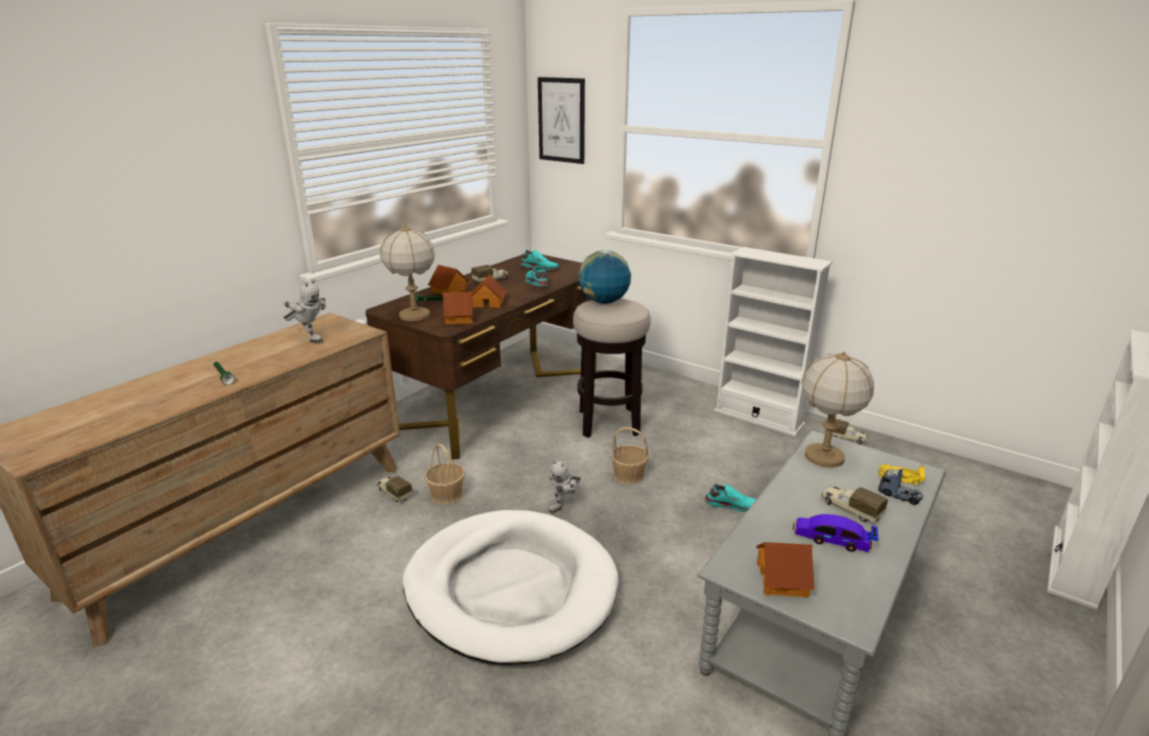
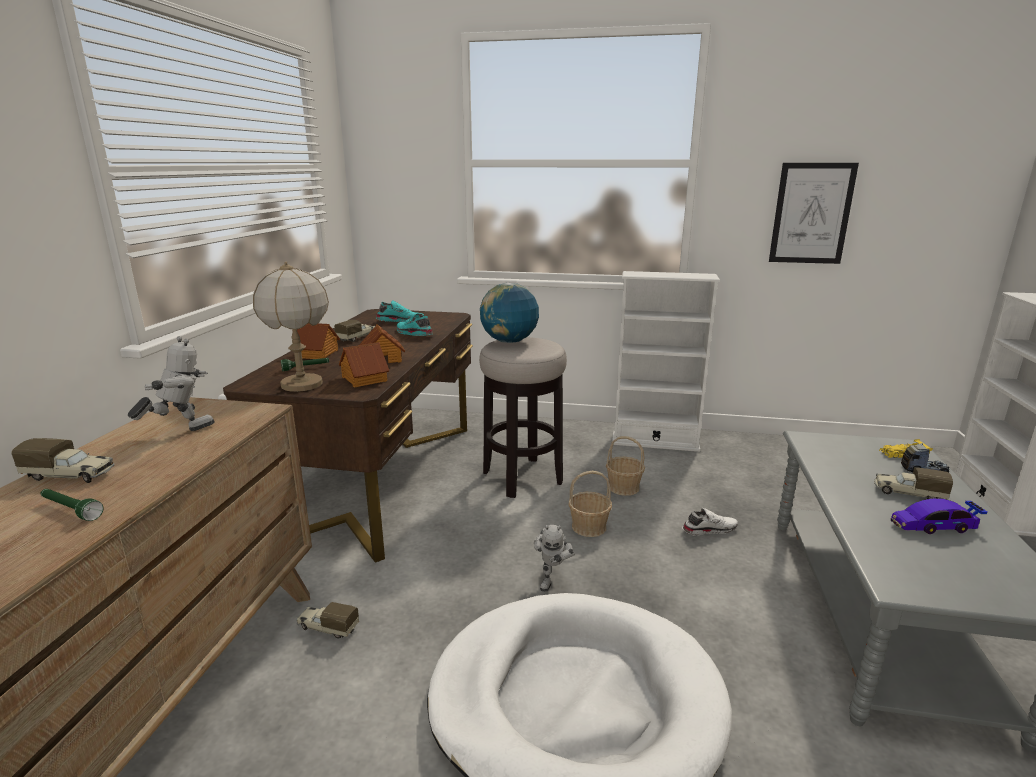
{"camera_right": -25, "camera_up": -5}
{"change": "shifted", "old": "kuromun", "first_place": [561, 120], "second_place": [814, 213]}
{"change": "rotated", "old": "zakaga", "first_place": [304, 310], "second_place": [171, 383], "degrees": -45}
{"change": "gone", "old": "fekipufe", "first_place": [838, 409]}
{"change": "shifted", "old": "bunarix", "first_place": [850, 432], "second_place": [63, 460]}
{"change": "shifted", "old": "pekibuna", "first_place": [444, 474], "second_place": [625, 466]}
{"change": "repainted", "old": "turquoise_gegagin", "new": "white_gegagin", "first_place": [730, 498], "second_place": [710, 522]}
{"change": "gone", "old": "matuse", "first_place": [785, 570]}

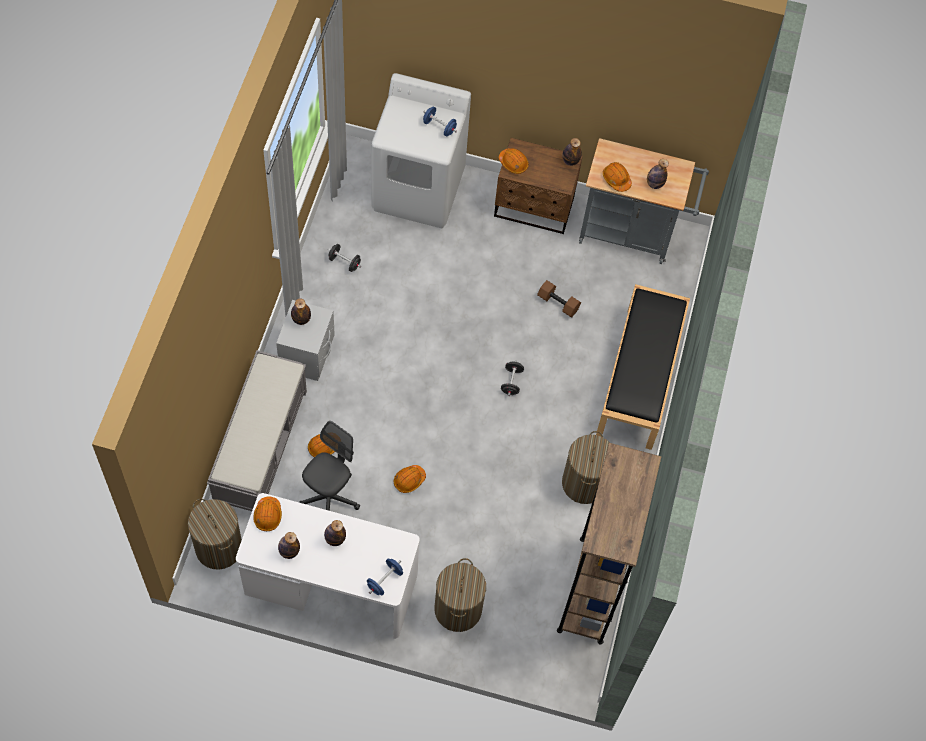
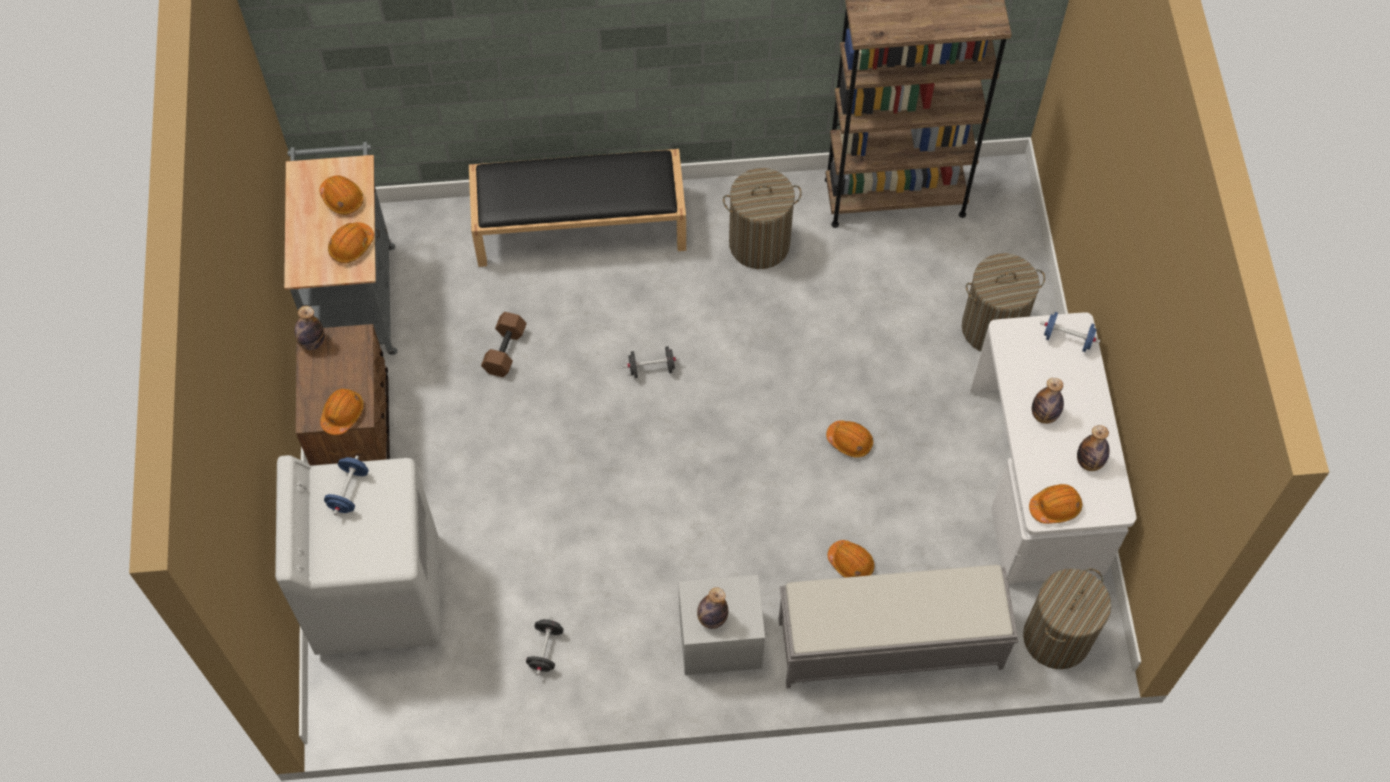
{"camera_right": -105, "camera_up": 0}
{"change": "swapped", "old": "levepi", "new": "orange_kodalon", "first_place": [658, 174], "second_place": [341, 195]}
{"change": "gone", "old": "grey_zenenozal", "first_place": [329, 466]}

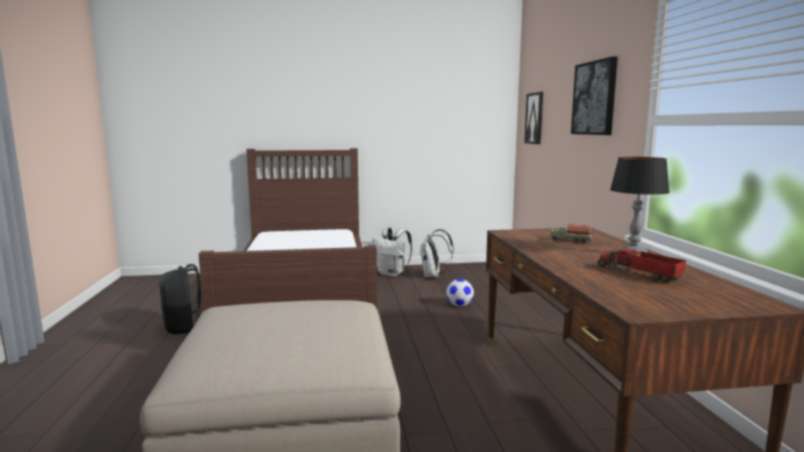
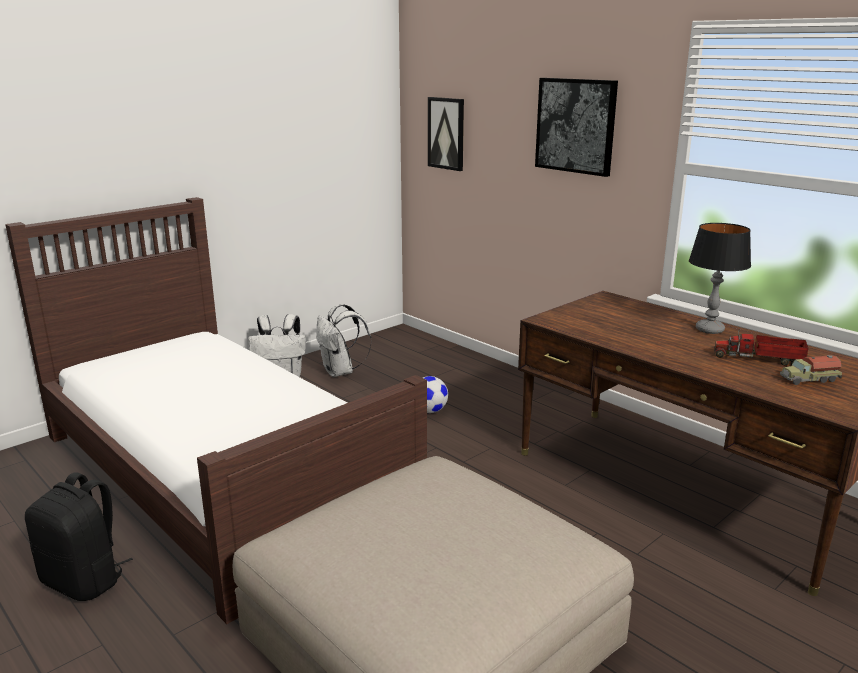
{"camera_right": -35, "camera_up": 10}
{"change": "shifted", "old": "bunarix", "first_place": [571, 233], "second_place": [811, 370]}

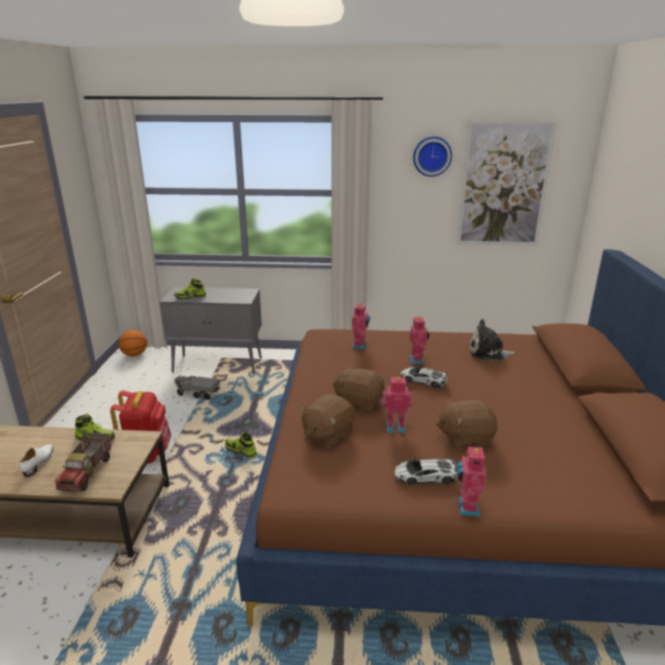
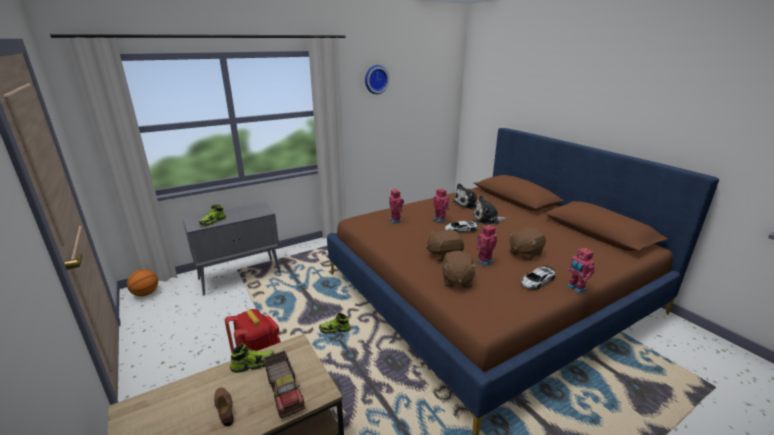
{"camera_right": -35, "camera_up": 0}
{"change": "gone", "old": "kuromun", "first_place": [506, 183]}
{"change": "gone", "old": "bunarix", "first_place": [197, 387]}
{"change": "repainted", "old": "white_gegagin", "new": "brown_gegagin", "first_place": [36, 460], "second_place": [224, 406]}
{"change": "new", "new": "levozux", "second_place": [490, 210]}

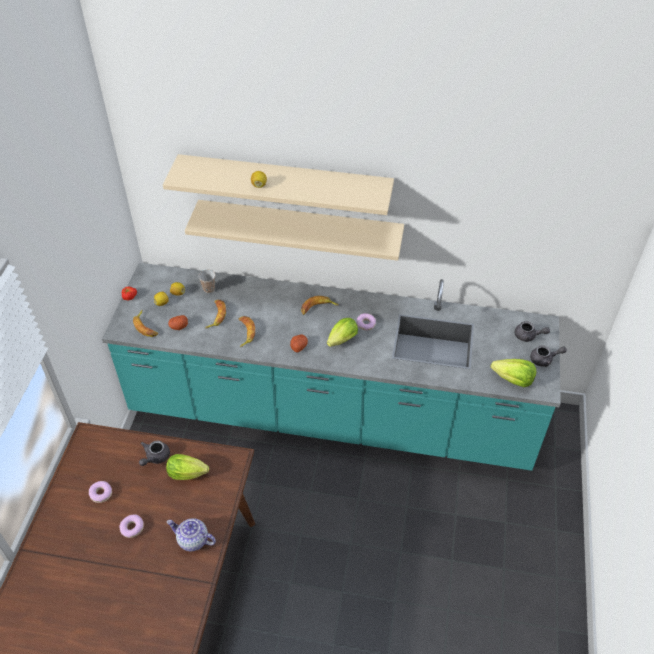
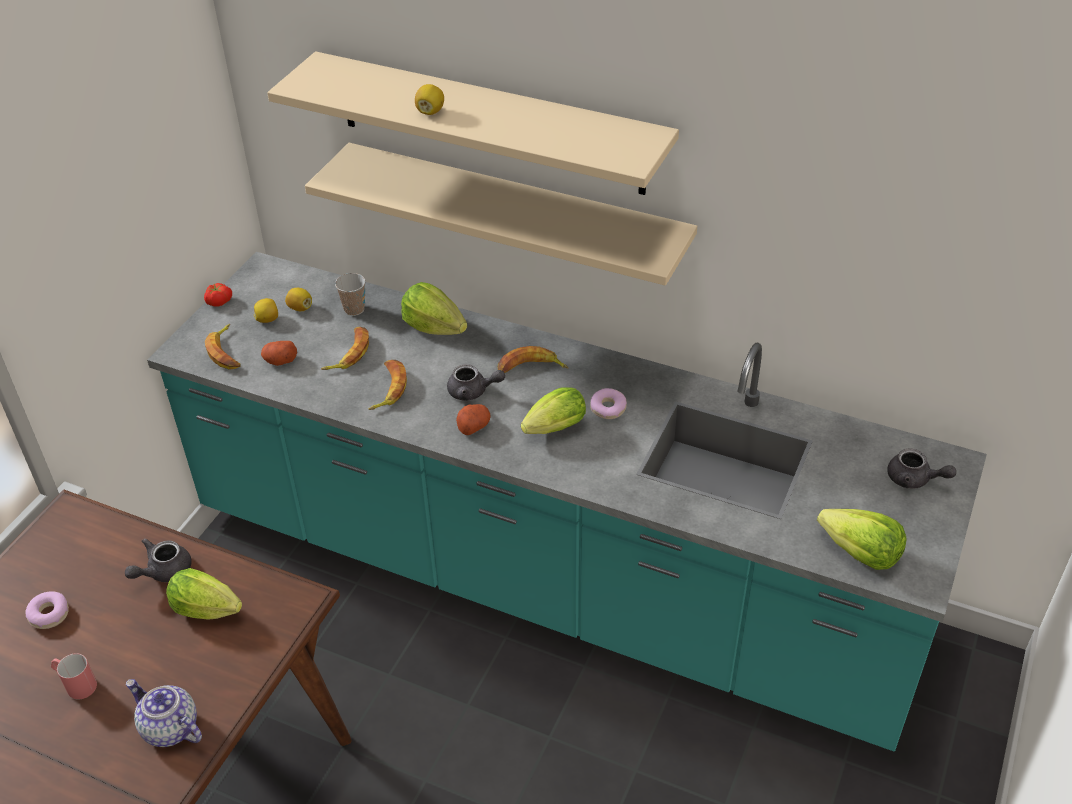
{"camera_right": 15, "camera_up": -5}
{"change": "shifted", "old": "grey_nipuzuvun", "first_place": [548, 356], "second_place": [476, 382]}
{"change": "swapped", "old": "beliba", "new": "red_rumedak", "first_place": [132, 526], "second_place": [74, 676]}
{"change": "new", "new": "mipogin", "second_place": [434, 308]}

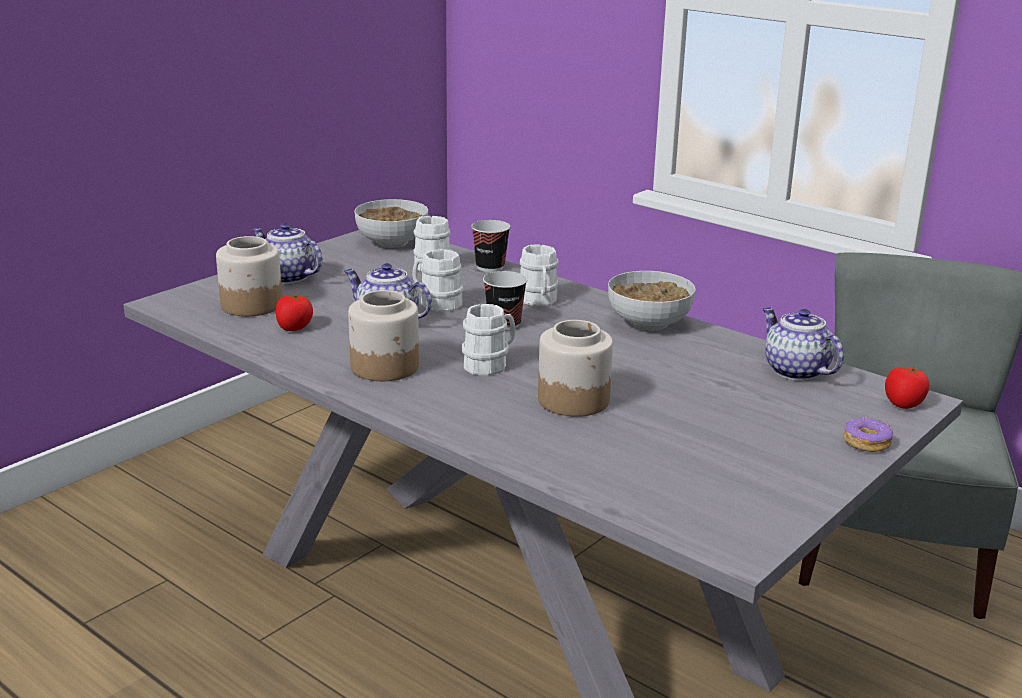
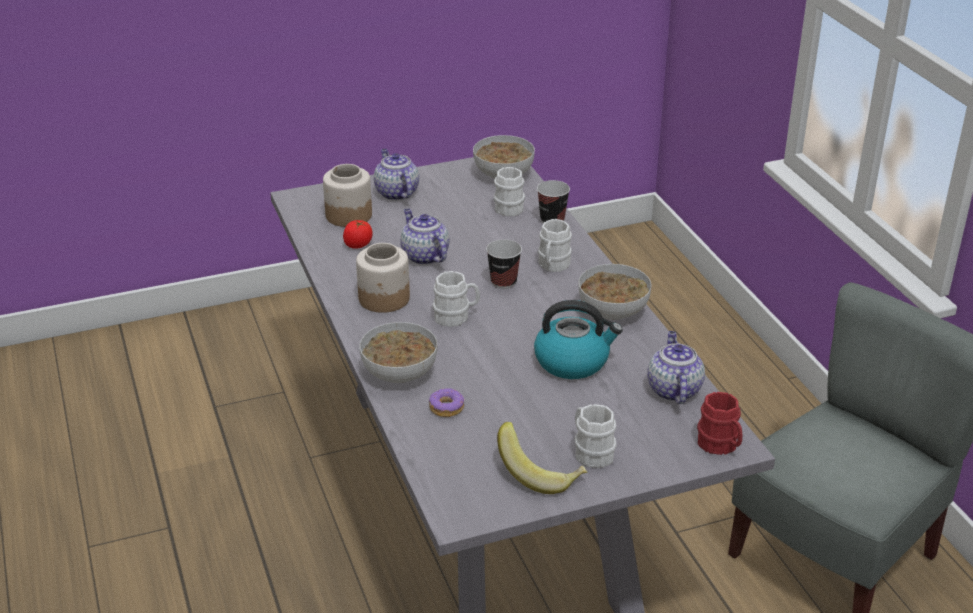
{"camera_right": 30, "camera_up": 10}
{"change": "shifted", "old": "white_rumedak", "first_place": [437, 280], "second_place": [596, 436]}
{"change": "gone", "old": "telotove", "first_place": [575, 368]}
{"change": "swapped", "old": "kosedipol", "new": "red_rumedak", "first_place": [907, 387], "second_place": [719, 423]}
{"change": "shifted", "old": "beliba", "first_place": [868, 434], "second_place": [447, 402]}
{"change": "new", "new": "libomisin", "second_place": [578, 339]}
{"change": "new", "new": "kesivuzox", "second_place": [398, 352]}
{"change": "new", "new": "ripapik", "second_place": [542, 458]}

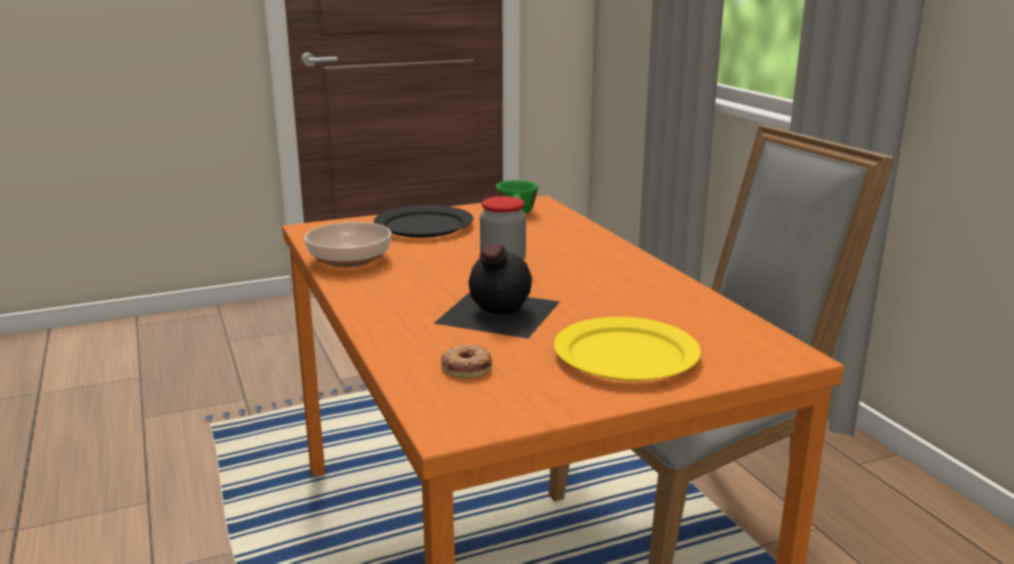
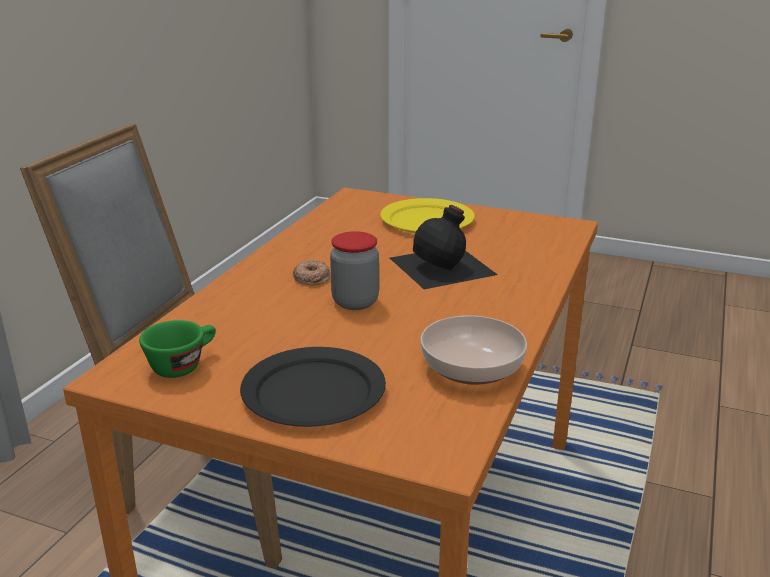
{"camera_right": -135, "camera_up": 5}
{"change": "shifted", "old": "beliba", "first_place": [467, 361], "second_place": [311, 273]}

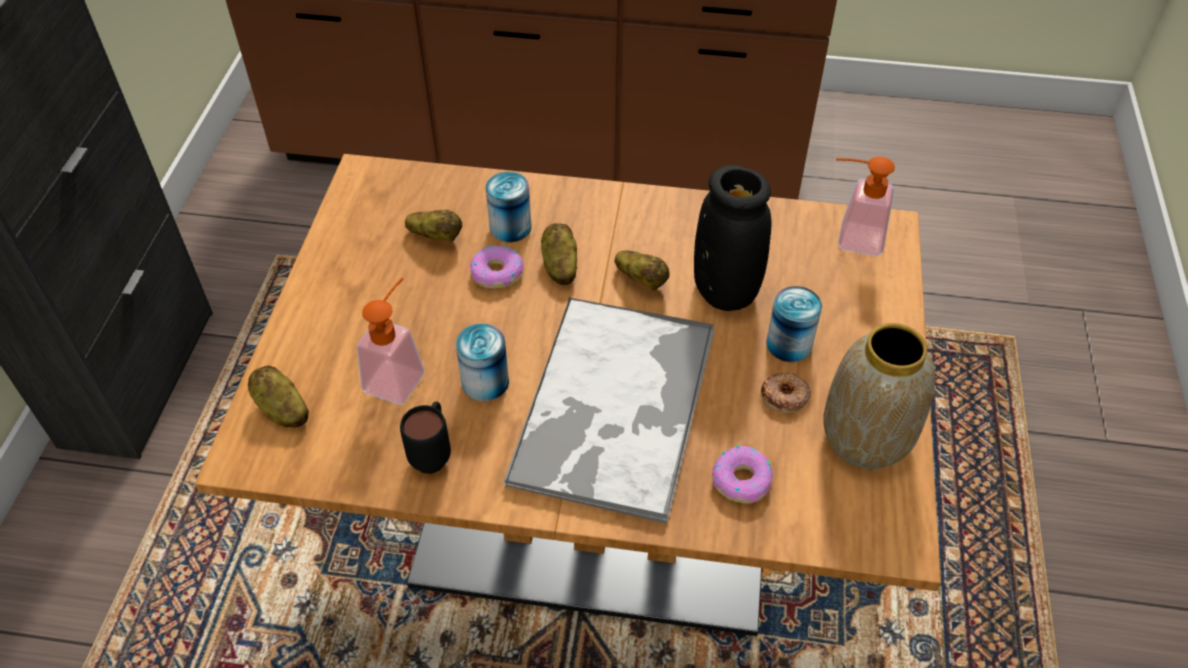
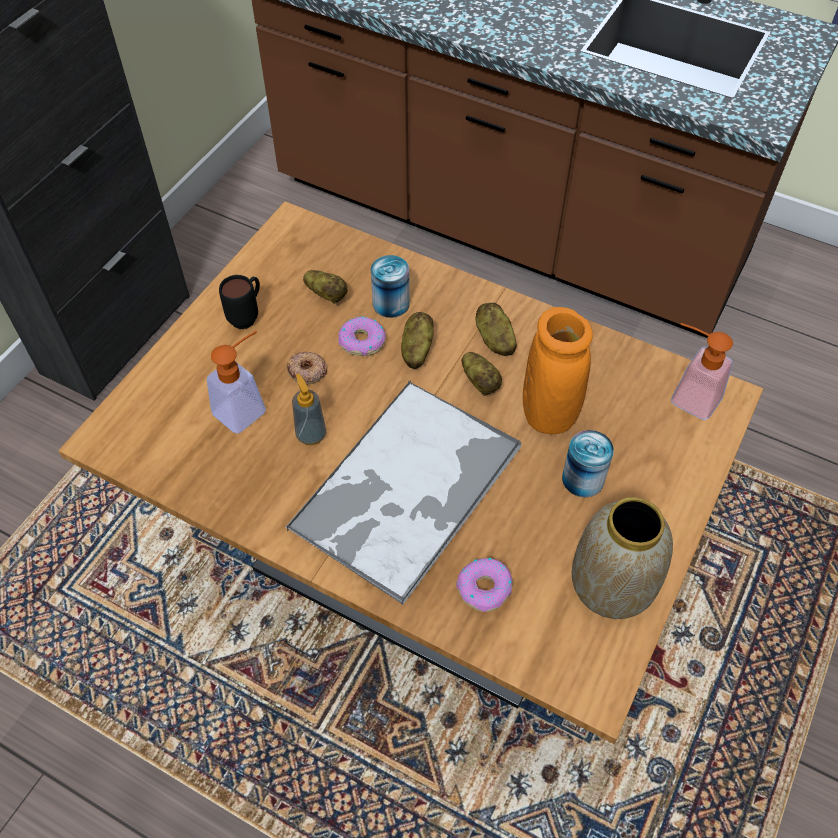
{"camera_right": 20, "camera_up": 5}
{"change": "repainted", "old": "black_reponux", "new": "orange_reponux", "first_place": [732, 238], "second_place": [558, 370]}
{"change": "swapped", "old": "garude", "new": "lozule", "first_place": [482, 362], "second_place": [309, 409]}
{"change": "shifted", "old": "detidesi", "first_place": [278, 396], "second_place": [496, 329]}
{"change": "shifted", "old": "beliba", "first_place": [786, 392], "second_place": [306, 368]}
{"change": "shifted", "old": "black_rumedak", "first_place": [425, 437], "second_place": [239, 302]}

